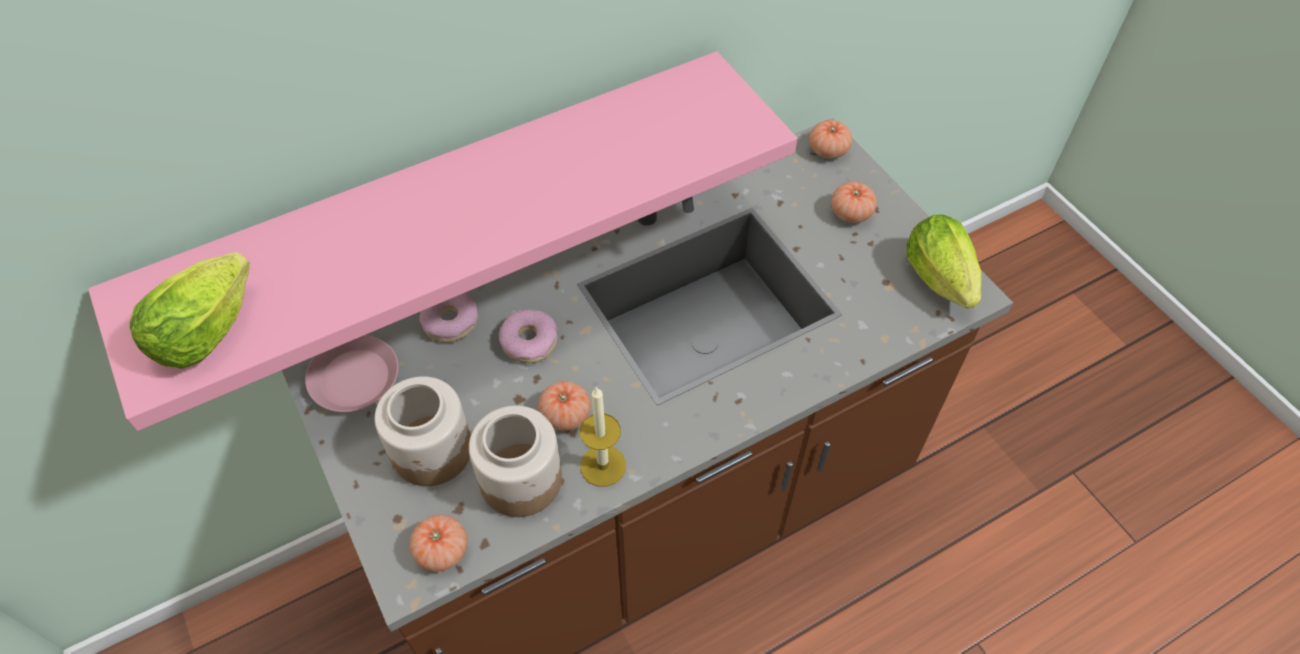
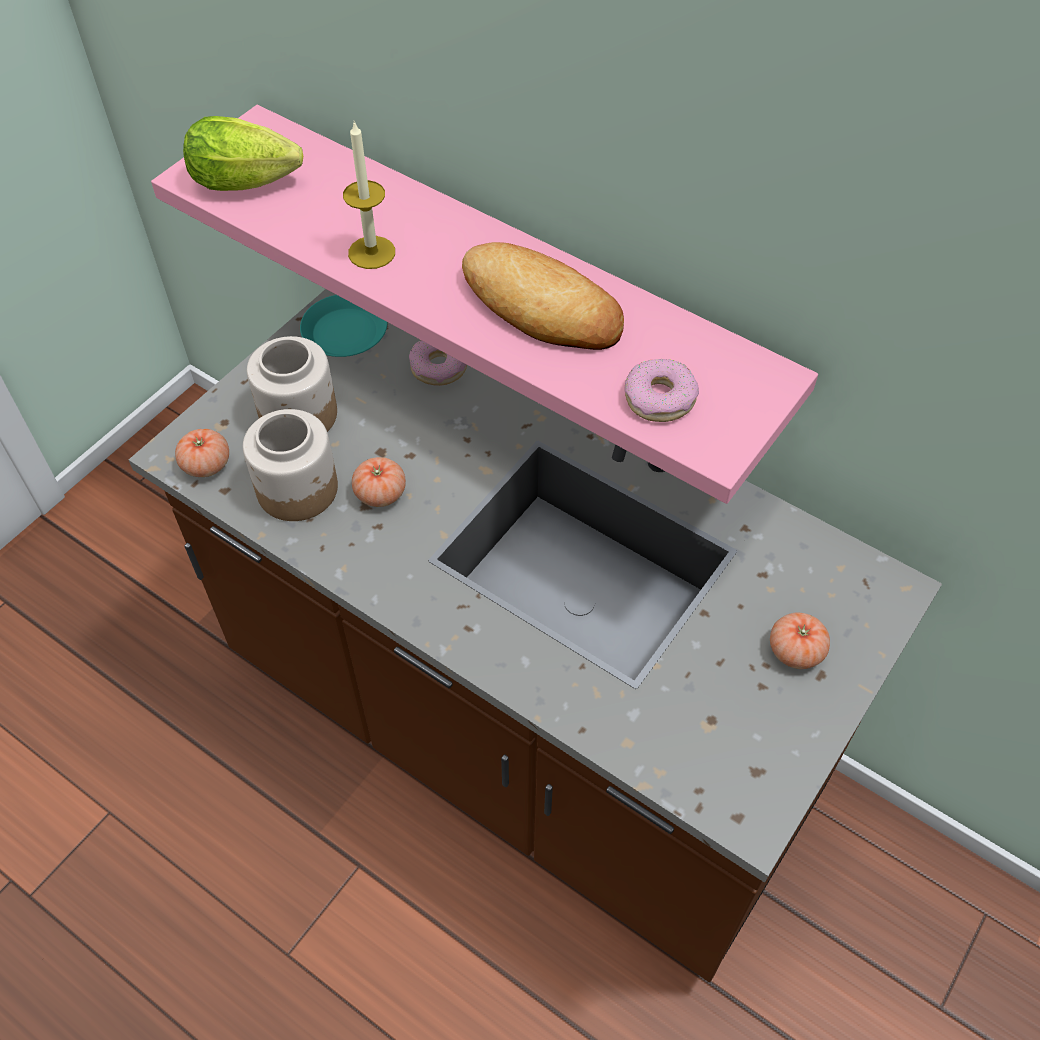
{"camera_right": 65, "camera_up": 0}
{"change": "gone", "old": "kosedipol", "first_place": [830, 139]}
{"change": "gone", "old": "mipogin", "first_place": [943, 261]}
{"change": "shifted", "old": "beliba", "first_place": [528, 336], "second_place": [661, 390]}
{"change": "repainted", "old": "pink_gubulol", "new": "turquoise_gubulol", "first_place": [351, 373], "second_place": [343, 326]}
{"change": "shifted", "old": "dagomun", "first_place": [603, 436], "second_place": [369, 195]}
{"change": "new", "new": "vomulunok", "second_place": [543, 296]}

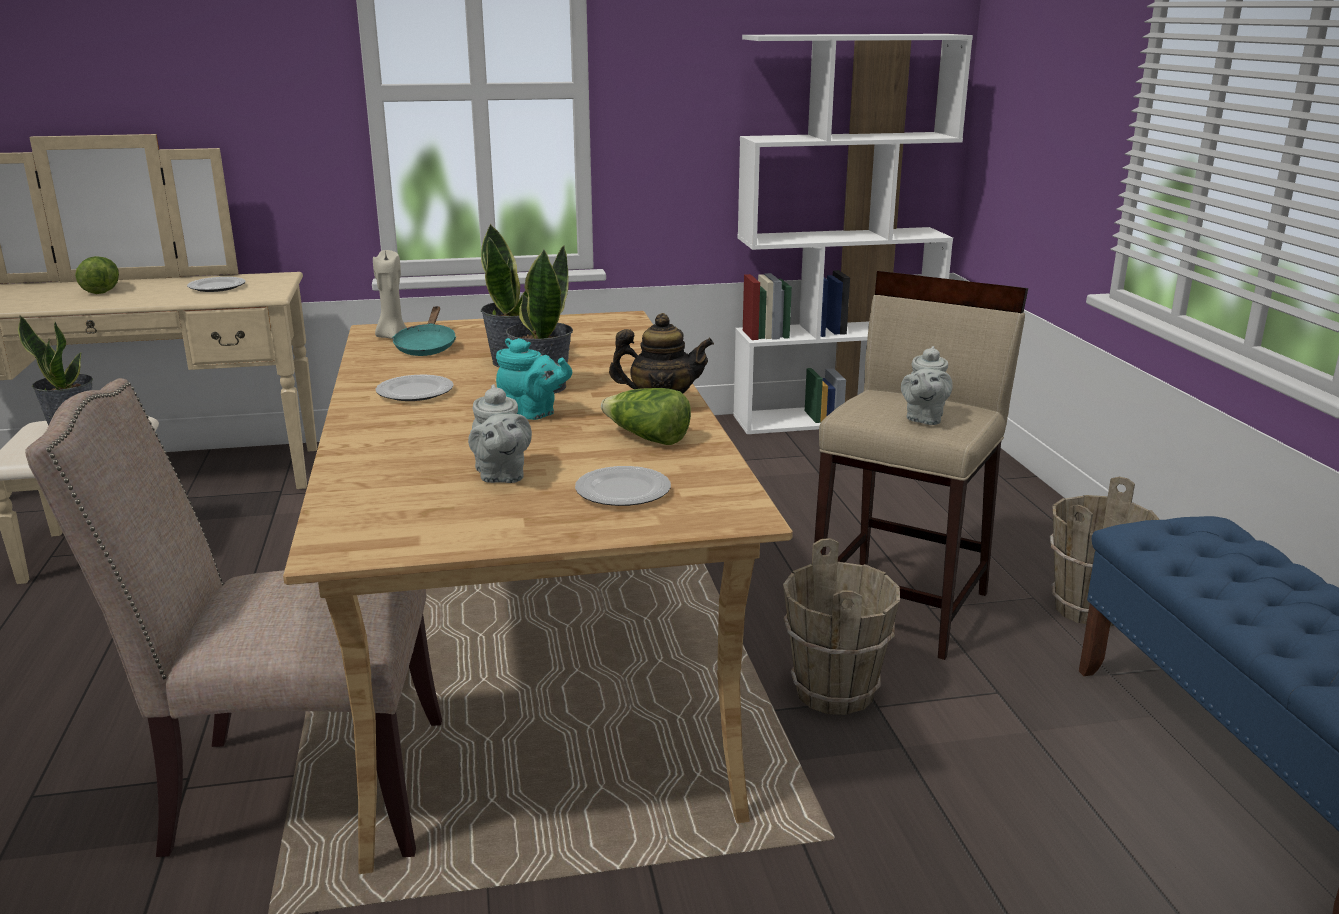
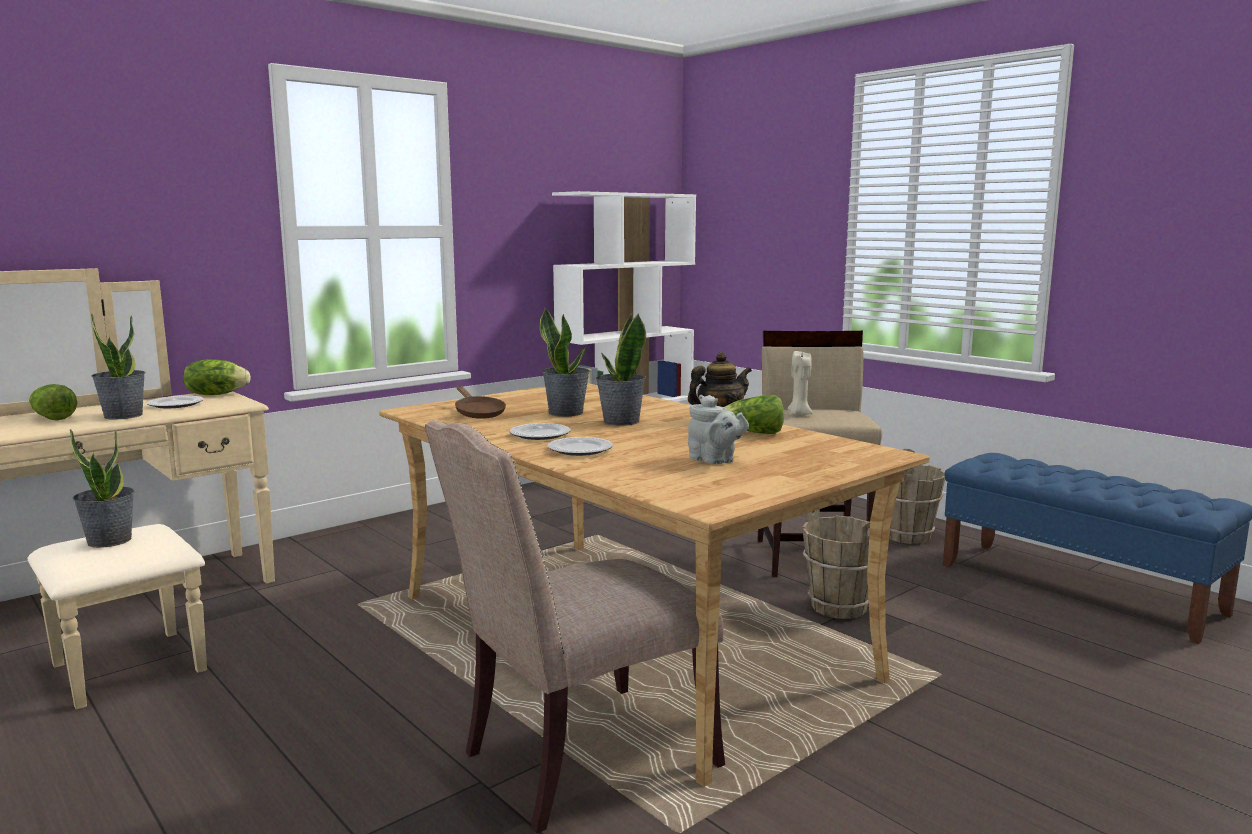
{"camera_right": -30, "camera_up": -10}
{"change": "shifted", "old": "beige_dagomun", "first_place": [390, 294], "second_place": [800, 383]}
{"change": "repainted", "old": "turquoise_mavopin", "new": "brown_mavopin", "first_place": [424, 331], "second_place": [480, 402]}
{"change": "gone", "old": "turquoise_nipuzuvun", "first_place": [534, 379]}
{"change": "gone", "old": "grey_nipuzuvun", "first_place": [927, 385]}
{"change": "shifted", "old": "gubulol", "first_place": [623, 486], "second_place": [580, 446]}
{"change": "new", "new": "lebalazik", "second_place": [118, 367]}
{"change": "new", "new": "mipogin", "second_place": [217, 377]}

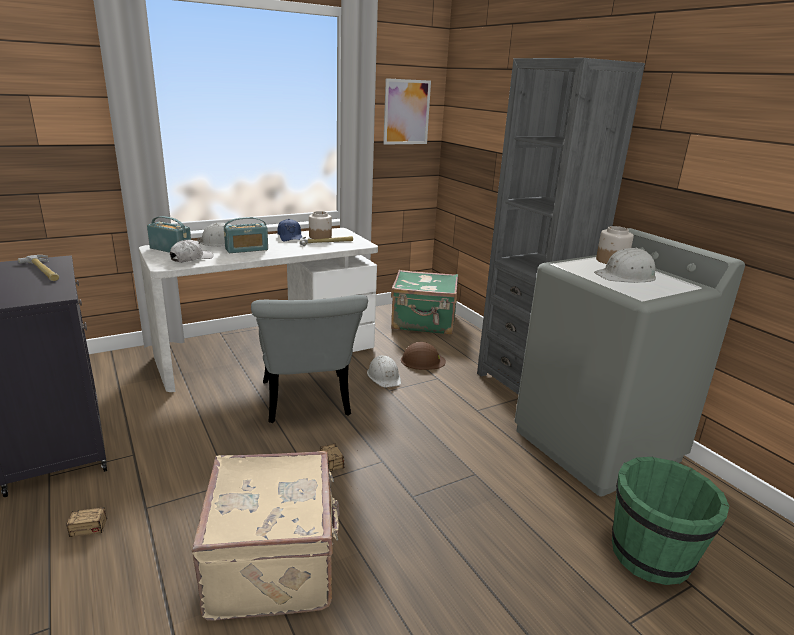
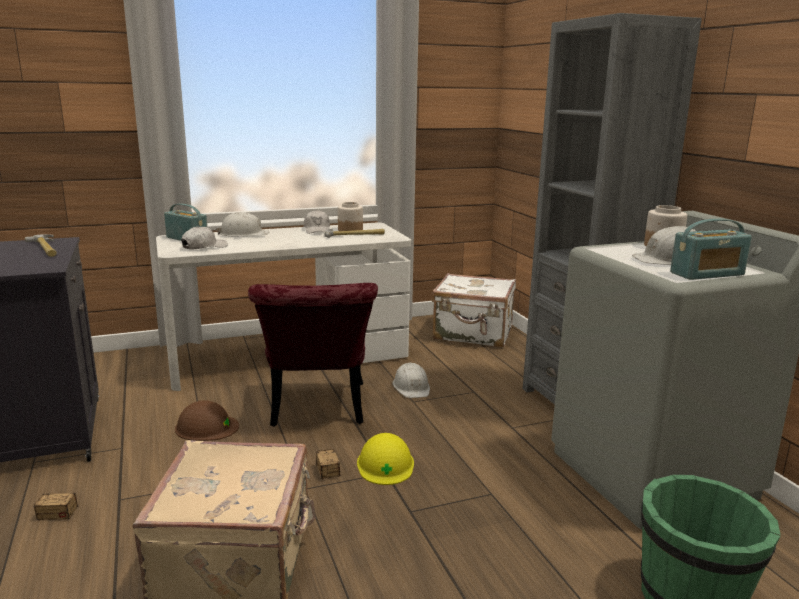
{"camera_right": 10, "camera_up": -5}
{"change": "gone", "old": "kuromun", "first_place": [407, 111]}
{"change": "shifted", "old": "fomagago", "first_place": [246, 235], "second_place": [711, 249]}
{"change": "repainted", "old": "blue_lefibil", "new": "white_lefibil", "first_place": [289, 230], "second_place": [317, 222]}
{"change": "repainted", "old": "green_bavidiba", "new": "white_bavidiba", "first_place": [424, 302], "second_place": [474, 310]}
{"change": "repainted", "old": "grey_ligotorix", "new": "red_ligotorix", "first_place": [309, 359], "second_place": [313, 355]}
{"change": "shifted", "old": "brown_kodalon", "first_place": [423, 356], "second_place": [207, 420]}
{"change": "new", "new": "yellow_kodalon", "second_place": [385, 459]}

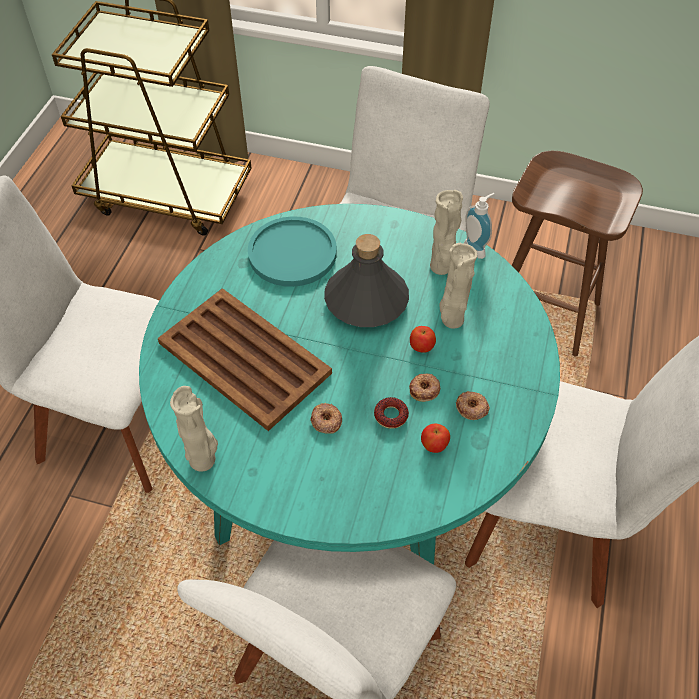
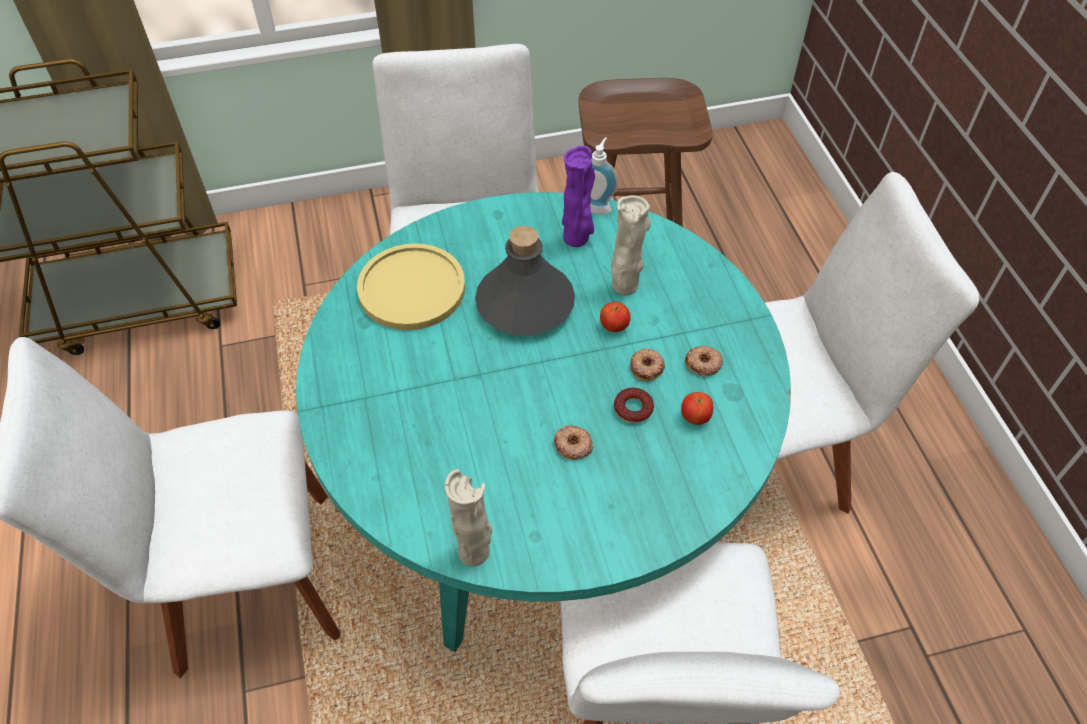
{"camera_right": -30, "camera_up": 0}
{"change": "repainted", "old": "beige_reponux", "new": "purple_reponux", "first_place": [446, 232], "second_place": [578, 196]}
{"change": "repainted", "old": "turquoise_gubulol", "new": "yellow_gubulol", "first_place": [292, 252], "second_place": [411, 286]}
{"change": "gone", "old": "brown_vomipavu", "first_place": [245, 359]}

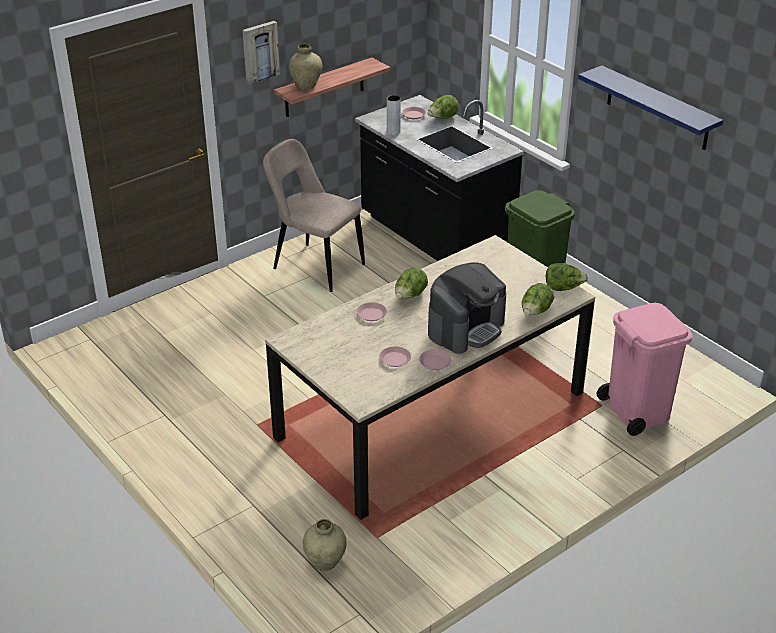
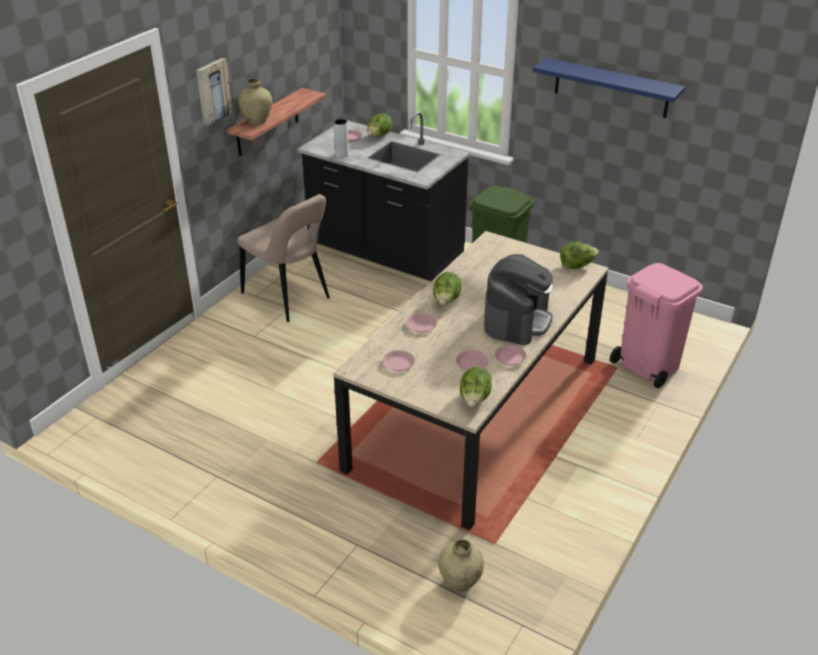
{"camera_right": -20, "camera_up": 0}
{"change": "rotated", "old": "beige_ligotorix", "first_place": [314, 215], "second_place": [283, 258], "degrees": -150}
{"change": "shifted", "old": "mipogin", "first_place": [538, 299], "second_place": [476, 387]}
{"change": "new", "new": "pink_gubulol", "second_place": [399, 360]}

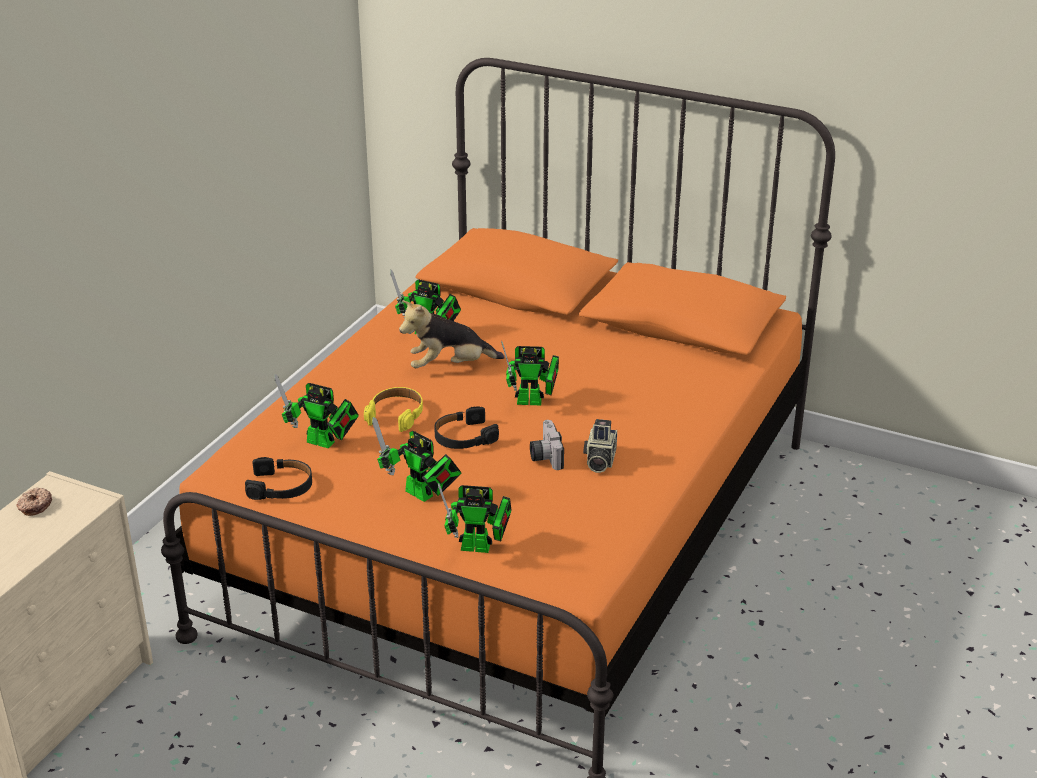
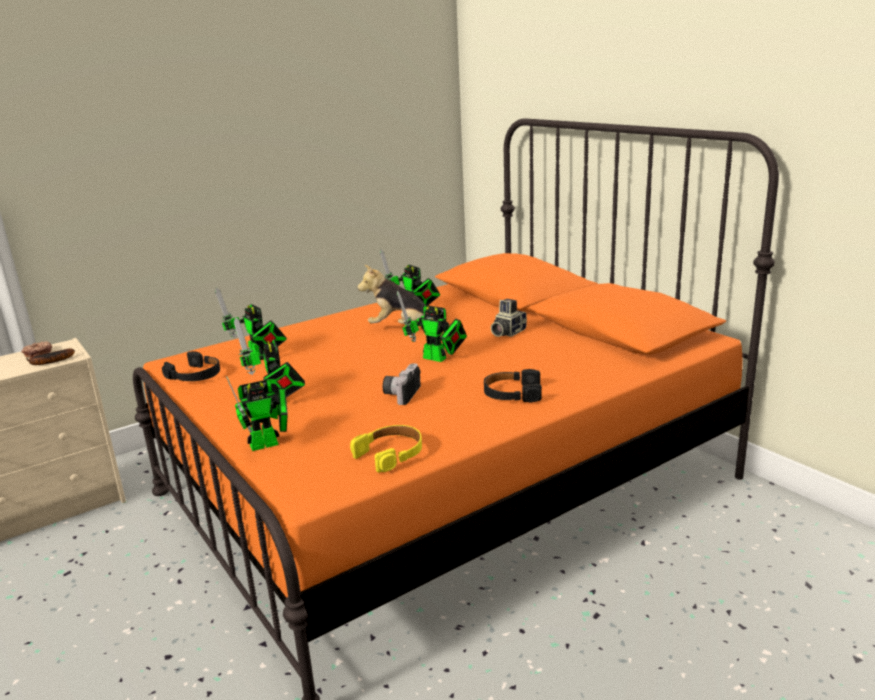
{"camera_right": 30, "camera_up": -10}
{"change": "shifted", "old": "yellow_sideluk", "first_place": [393, 409], "second_place": [386, 449]}
{"change": "shifted", "old": "black_sideluk", "first_place": [466, 427], "second_place": [513, 385]}
{"change": "shifted", "old": "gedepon", "first_place": [600, 446], "second_place": [509, 318]}
{"change": "rotated", "old": "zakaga", "first_place": [474, 518], "second_place": [257, 413], "degrees": -60}
{"change": "new", "new": "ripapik", "second_place": [50, 356]}

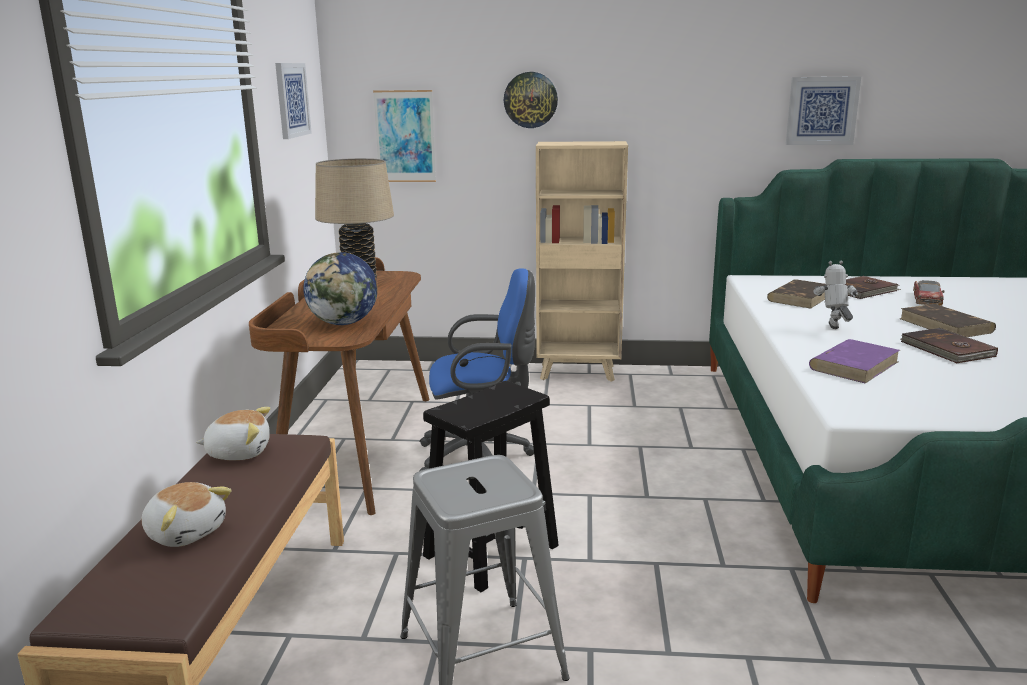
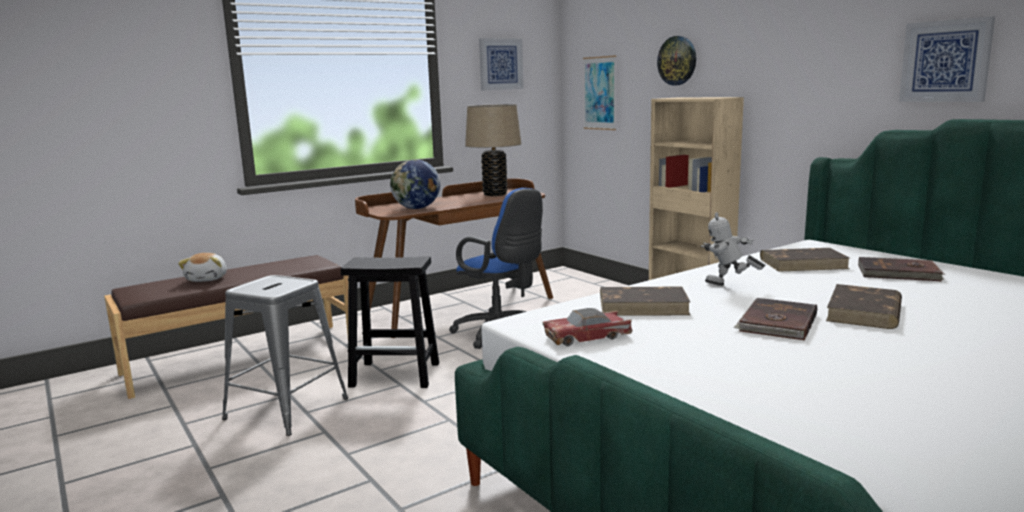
{"camera_right": 50, "camera_up": -5}
{"change": "rotated", "old": "zakaga", "first_place": [835, 294], "second_place": [733, 249], "degrees": -120}
{"change": "shifted", "old": "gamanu", "first_place": [929, 293], "second_place": [588, 327]}
{"change": "repainted", "old": "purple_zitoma", "new": "brown_zitoma", "first_place": [854, 361], "second_place": [645, 301]}
{"change": "gone", "old": "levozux", "first_place": [233, 433]}

